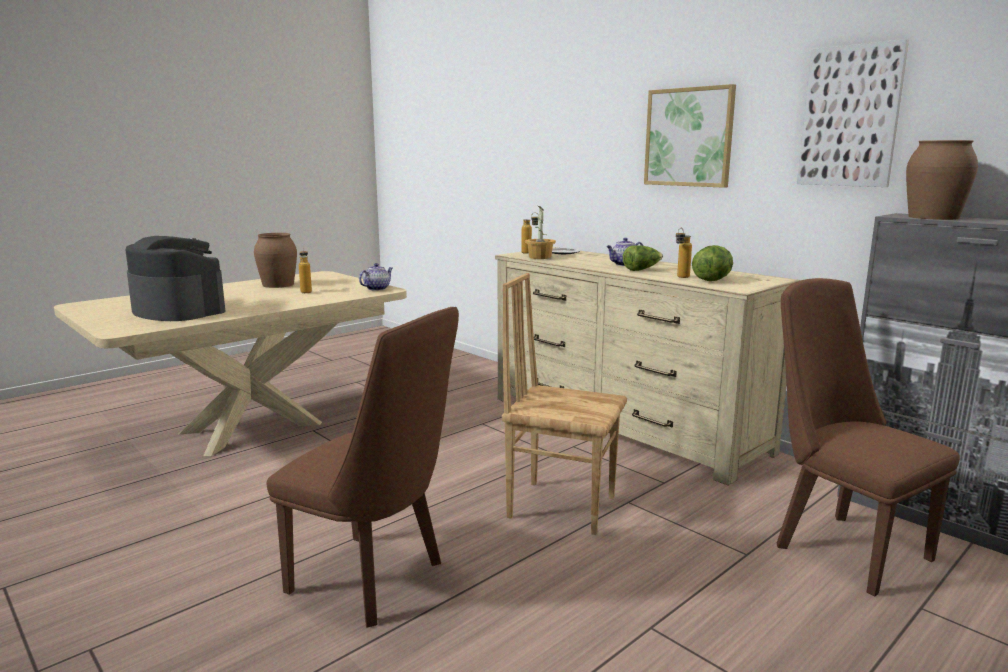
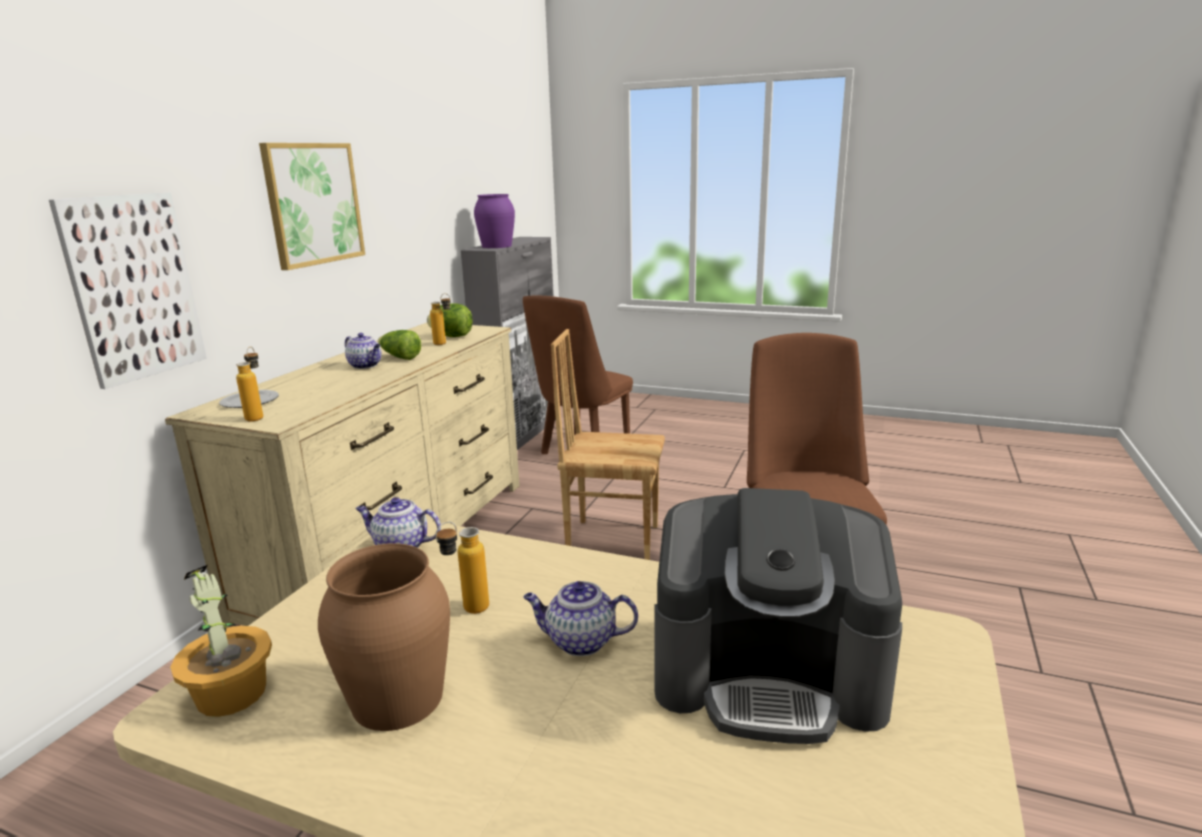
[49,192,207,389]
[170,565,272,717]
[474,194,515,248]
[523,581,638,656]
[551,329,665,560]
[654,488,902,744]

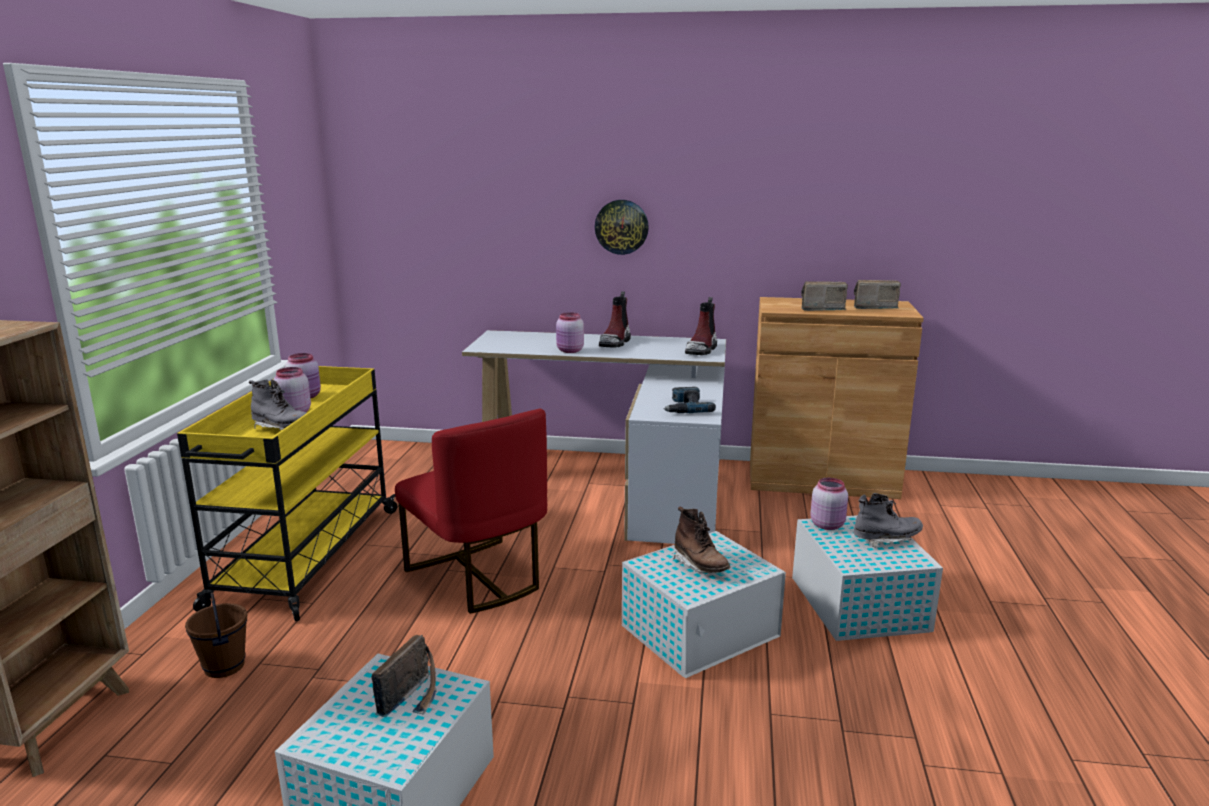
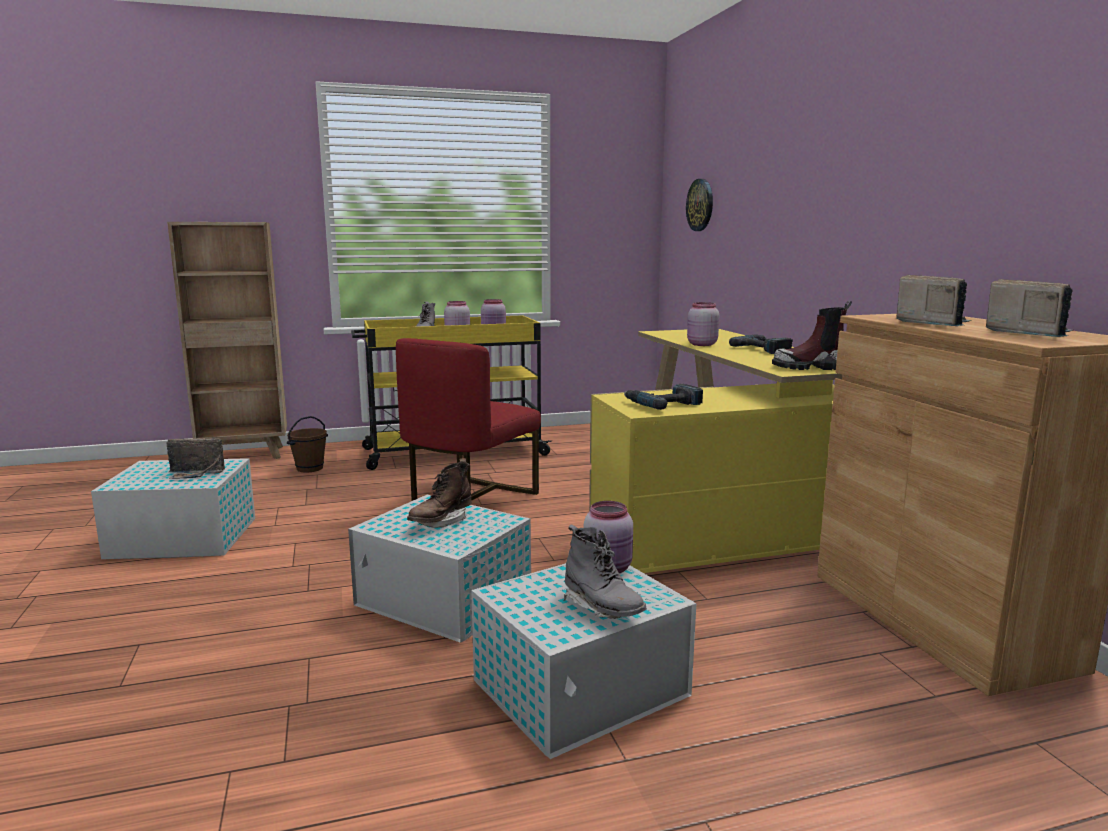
[589,329,842,573]
[686,179,713,231]
[729,334,793,354]

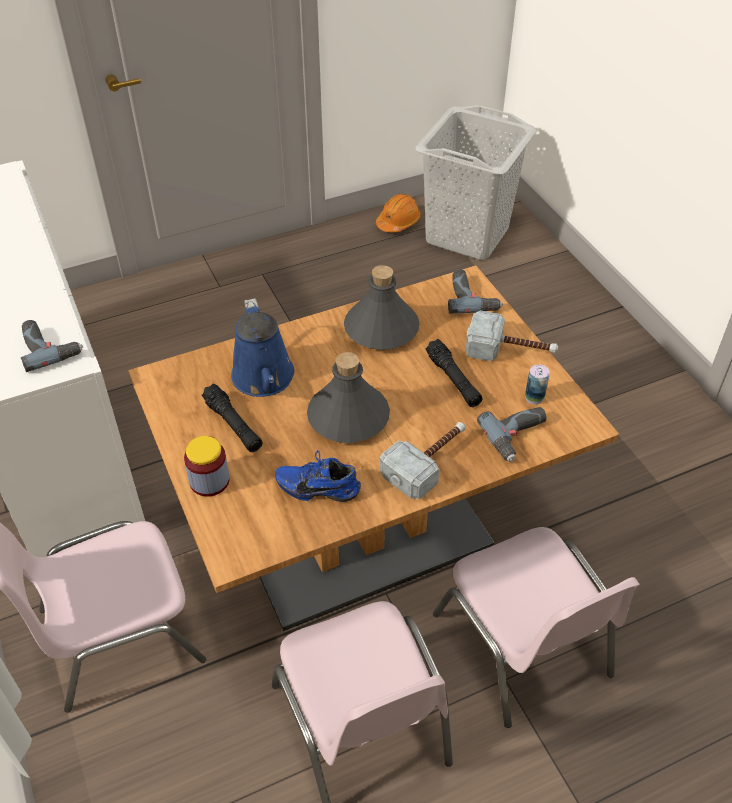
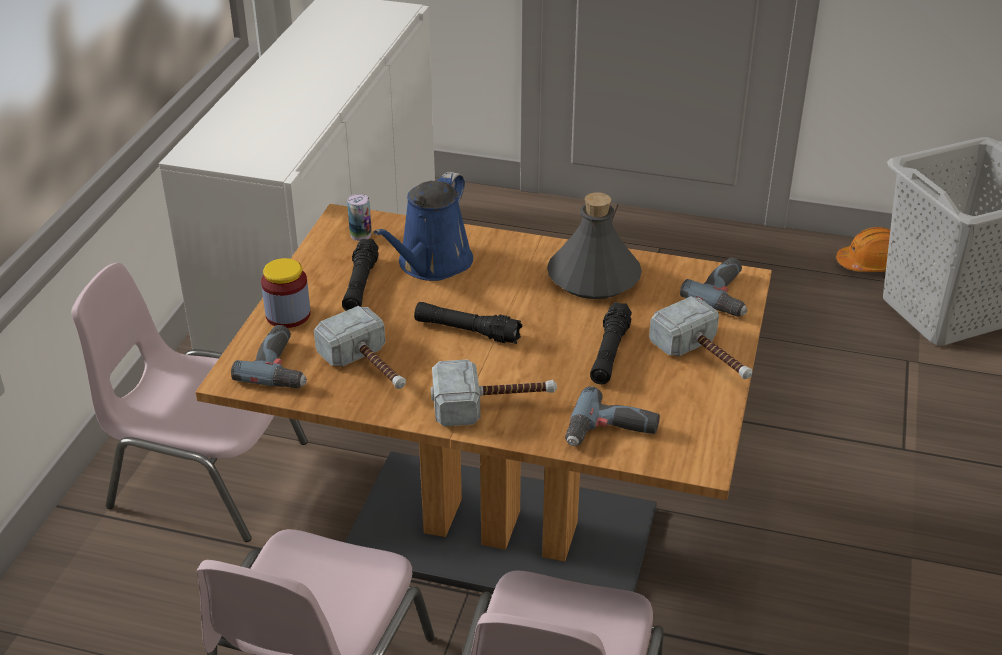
[231,325,307,388]
[314,306,406,389]
[347,194,372,241]
[414,302,523,344]

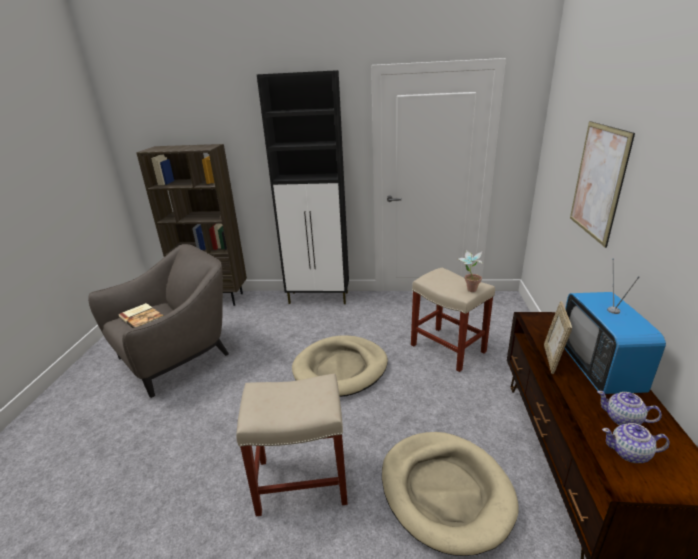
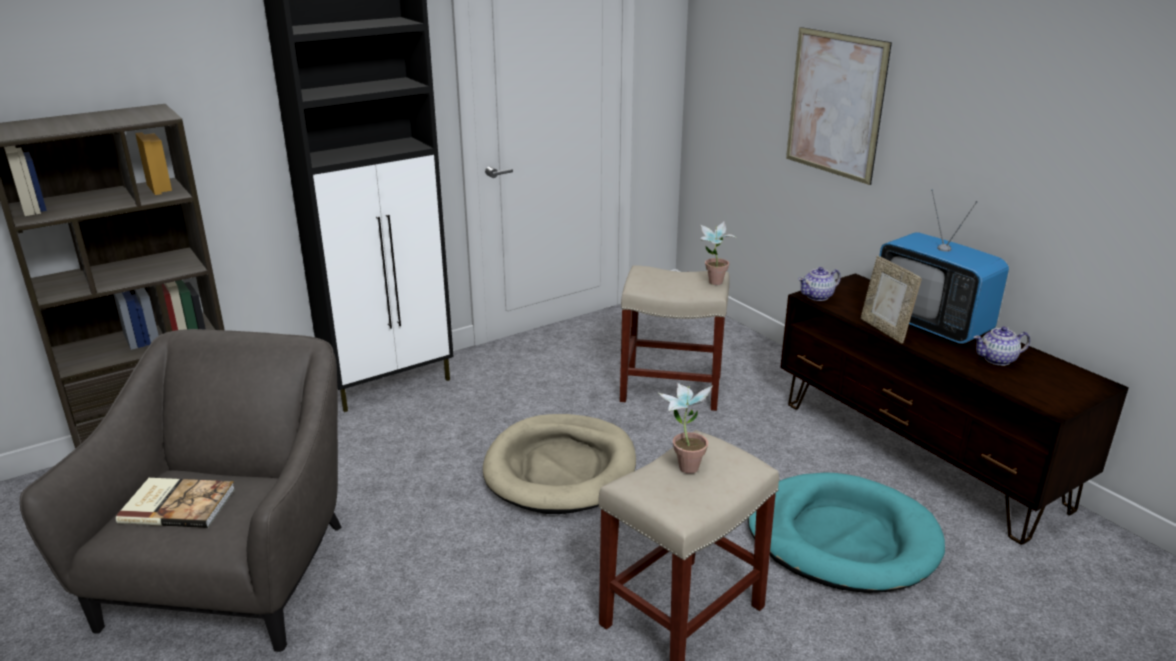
[657,383,713,474]
[748,473,945,593]
[798,267,841,301]

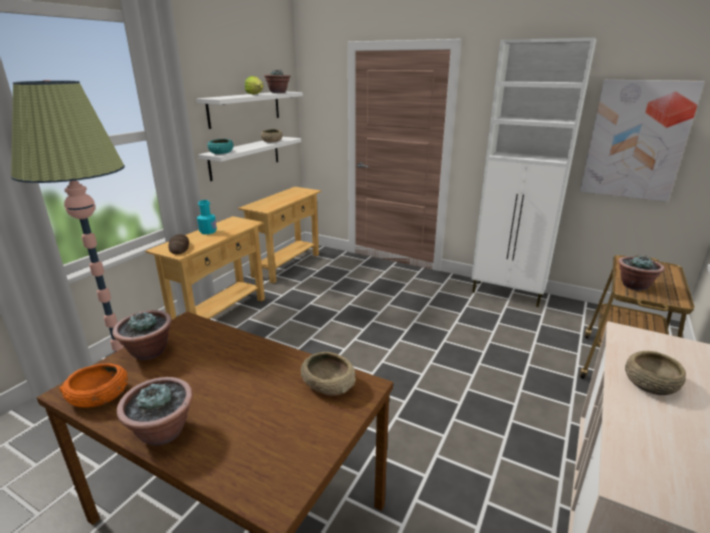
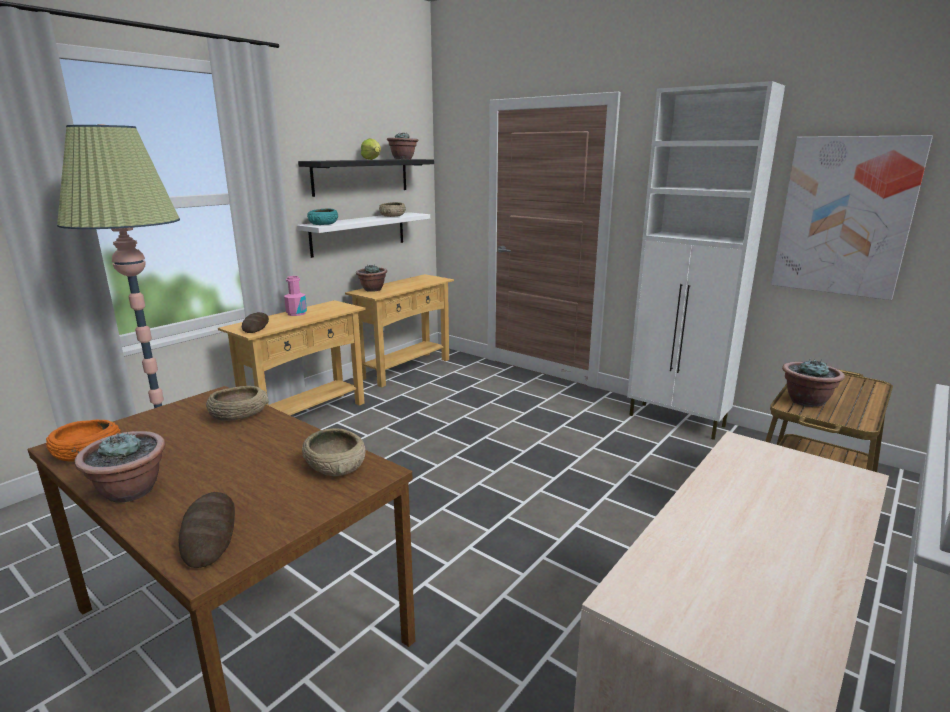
[179,492,235,568]
[206,386,269,421]
[284,276,307,316]
[298,159,434,197]
[356,264,387,292]

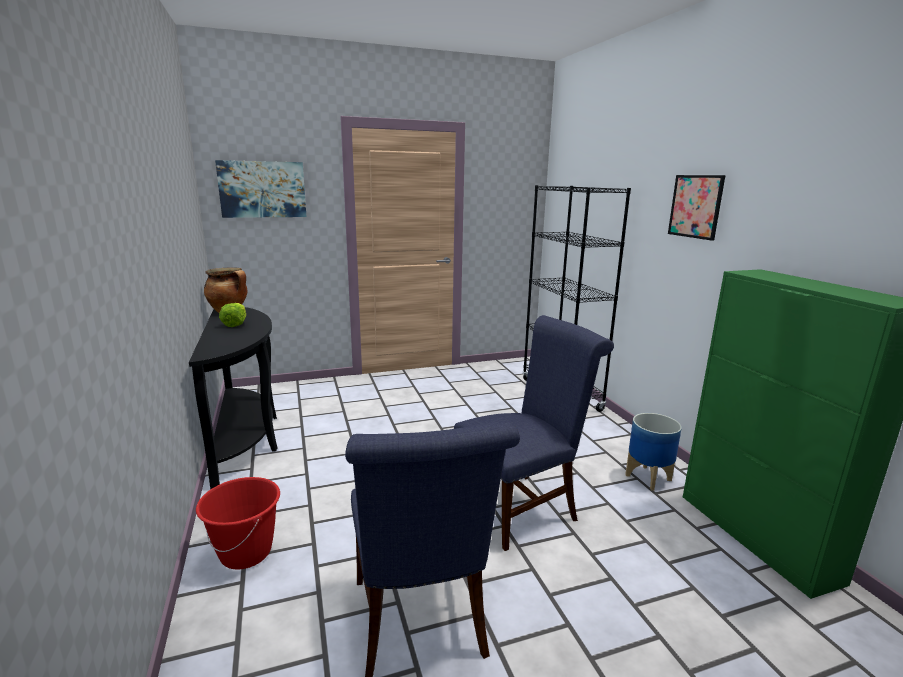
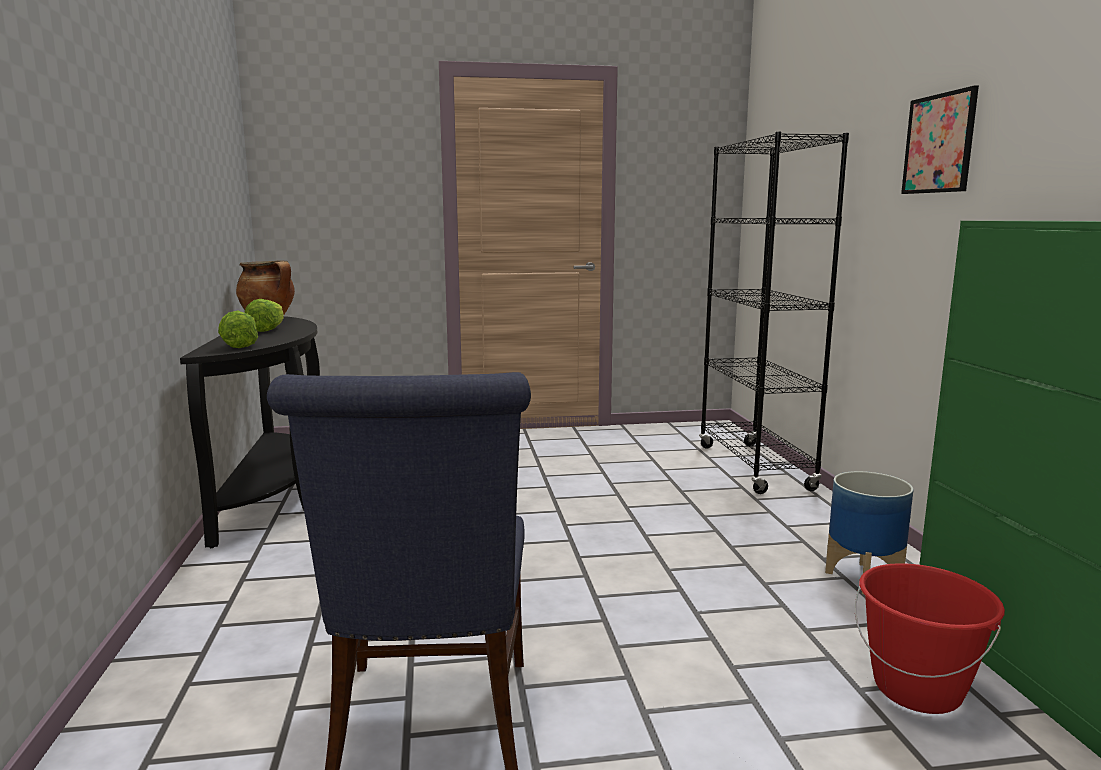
[218,311,258,348]
[855,563,1005,714]
[215,160,306,218] (first image)
[454,315,614,551] (first image)

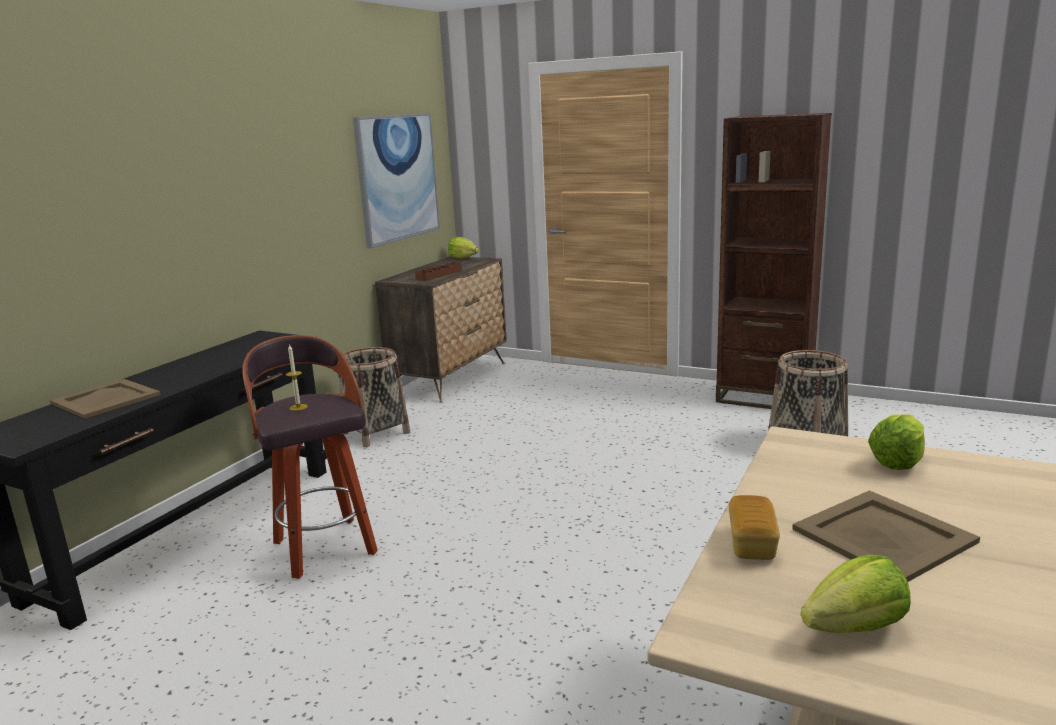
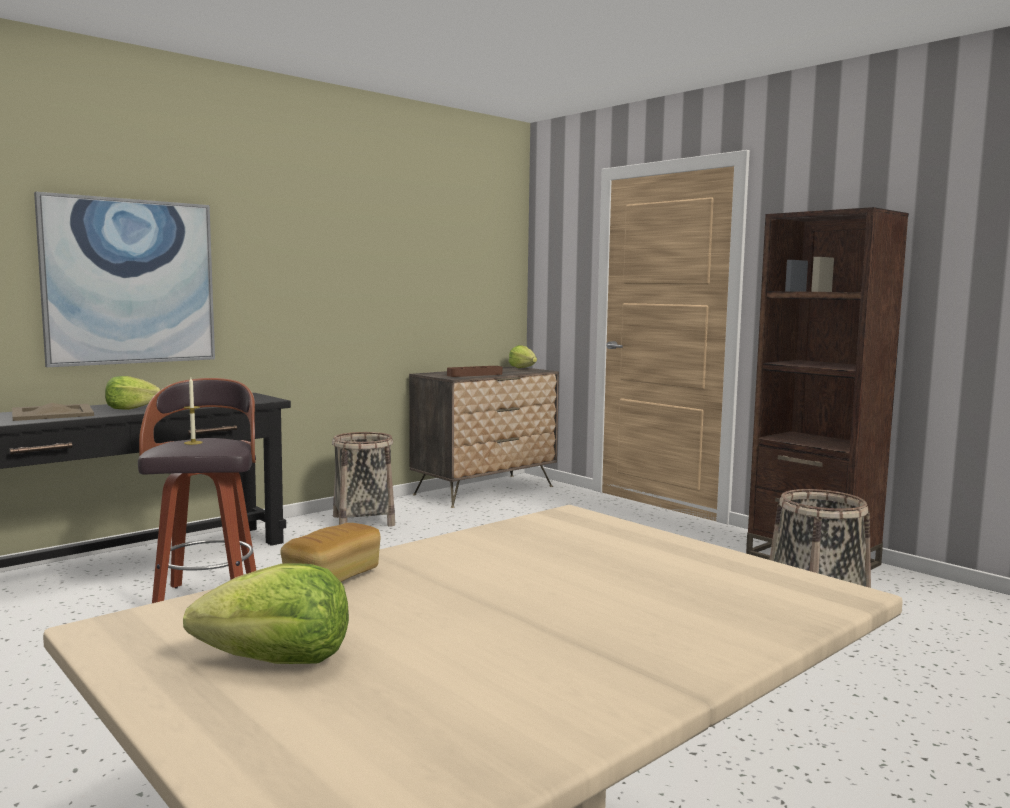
[34,192,215,367]
[105,376,161,410]
[792,490,980,582] (first image)

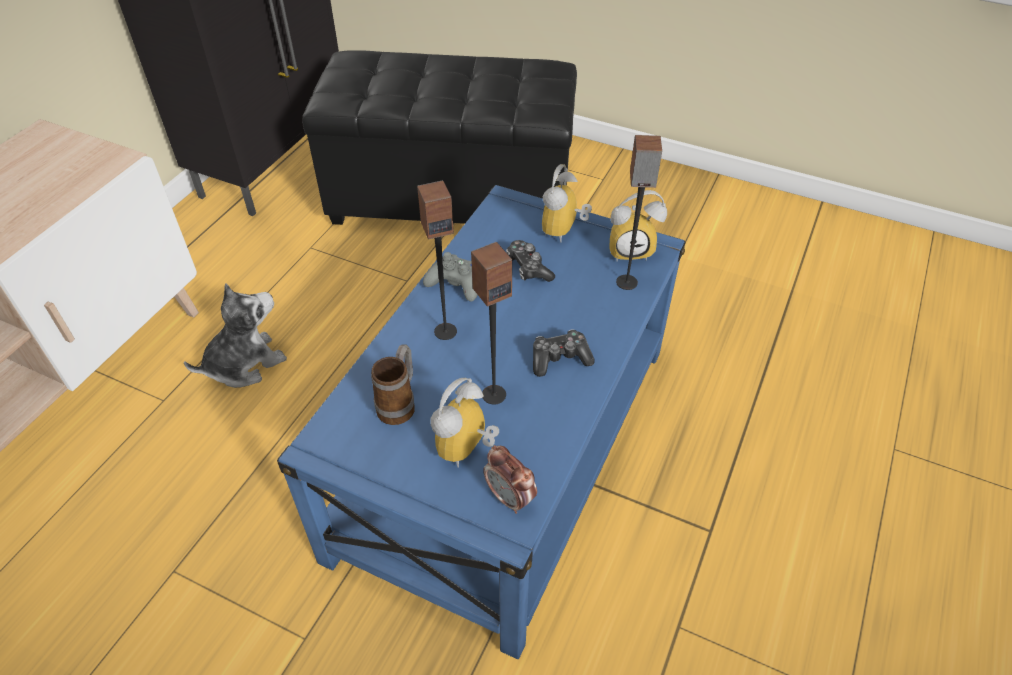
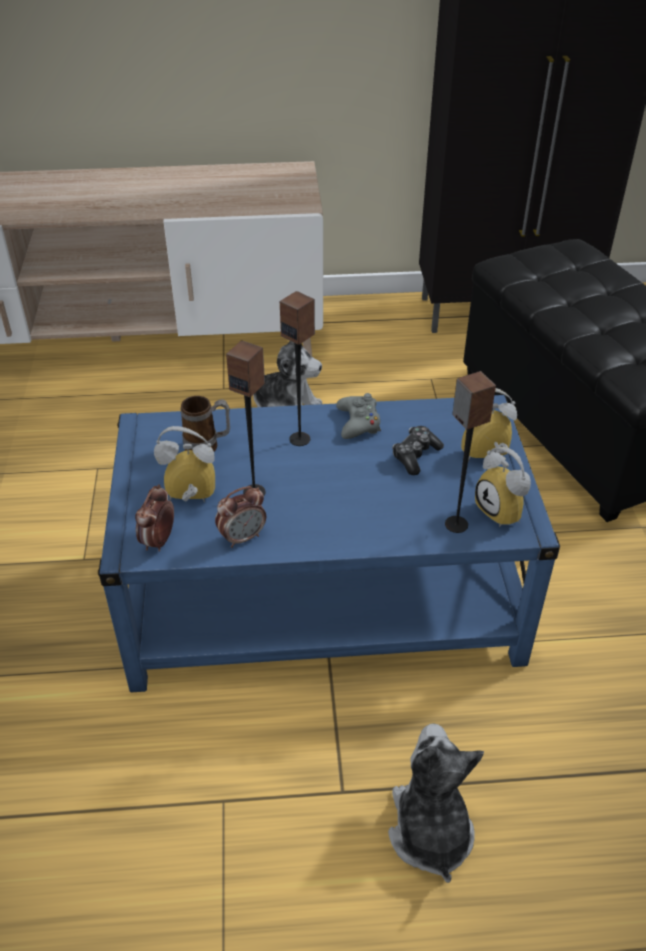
[215,486,266,548]
[388,724,484,883]
[533,329,595,377] (first image)

